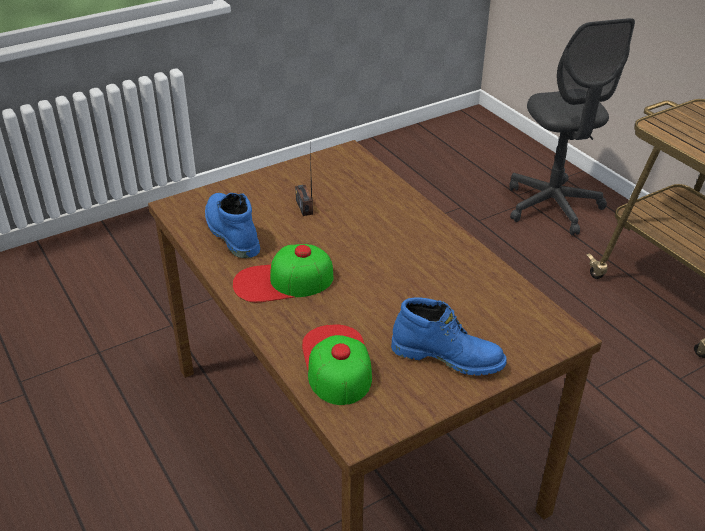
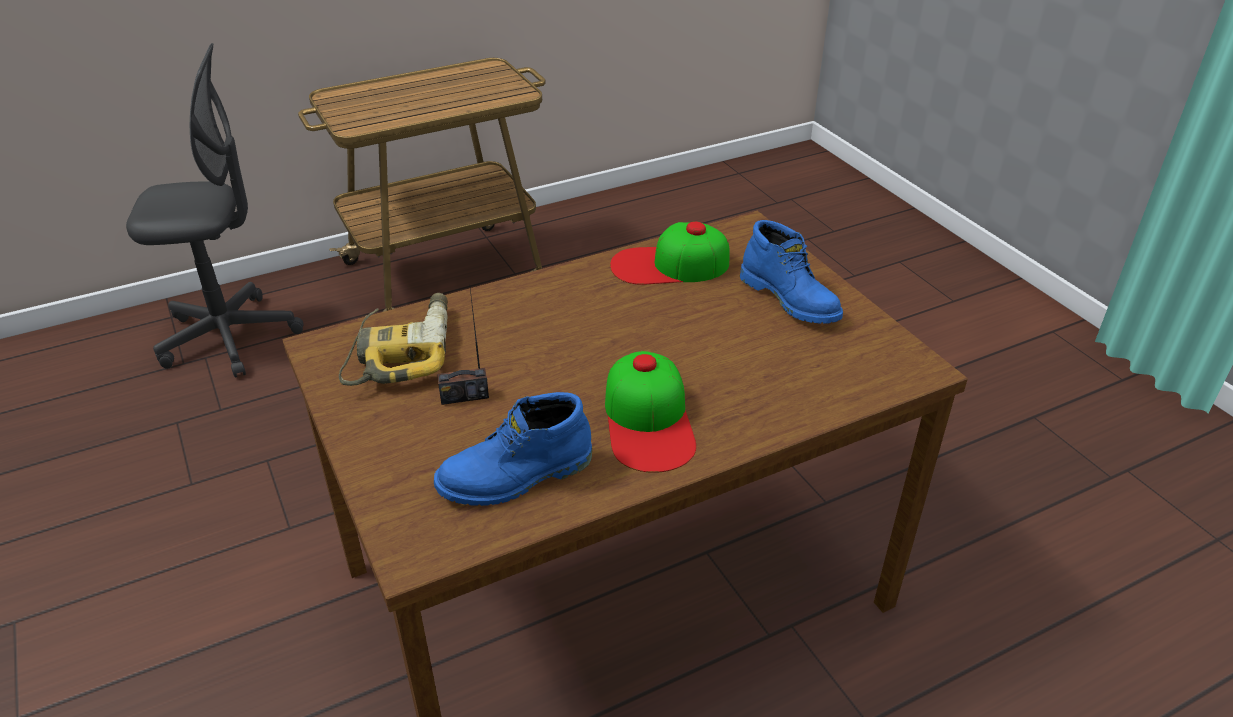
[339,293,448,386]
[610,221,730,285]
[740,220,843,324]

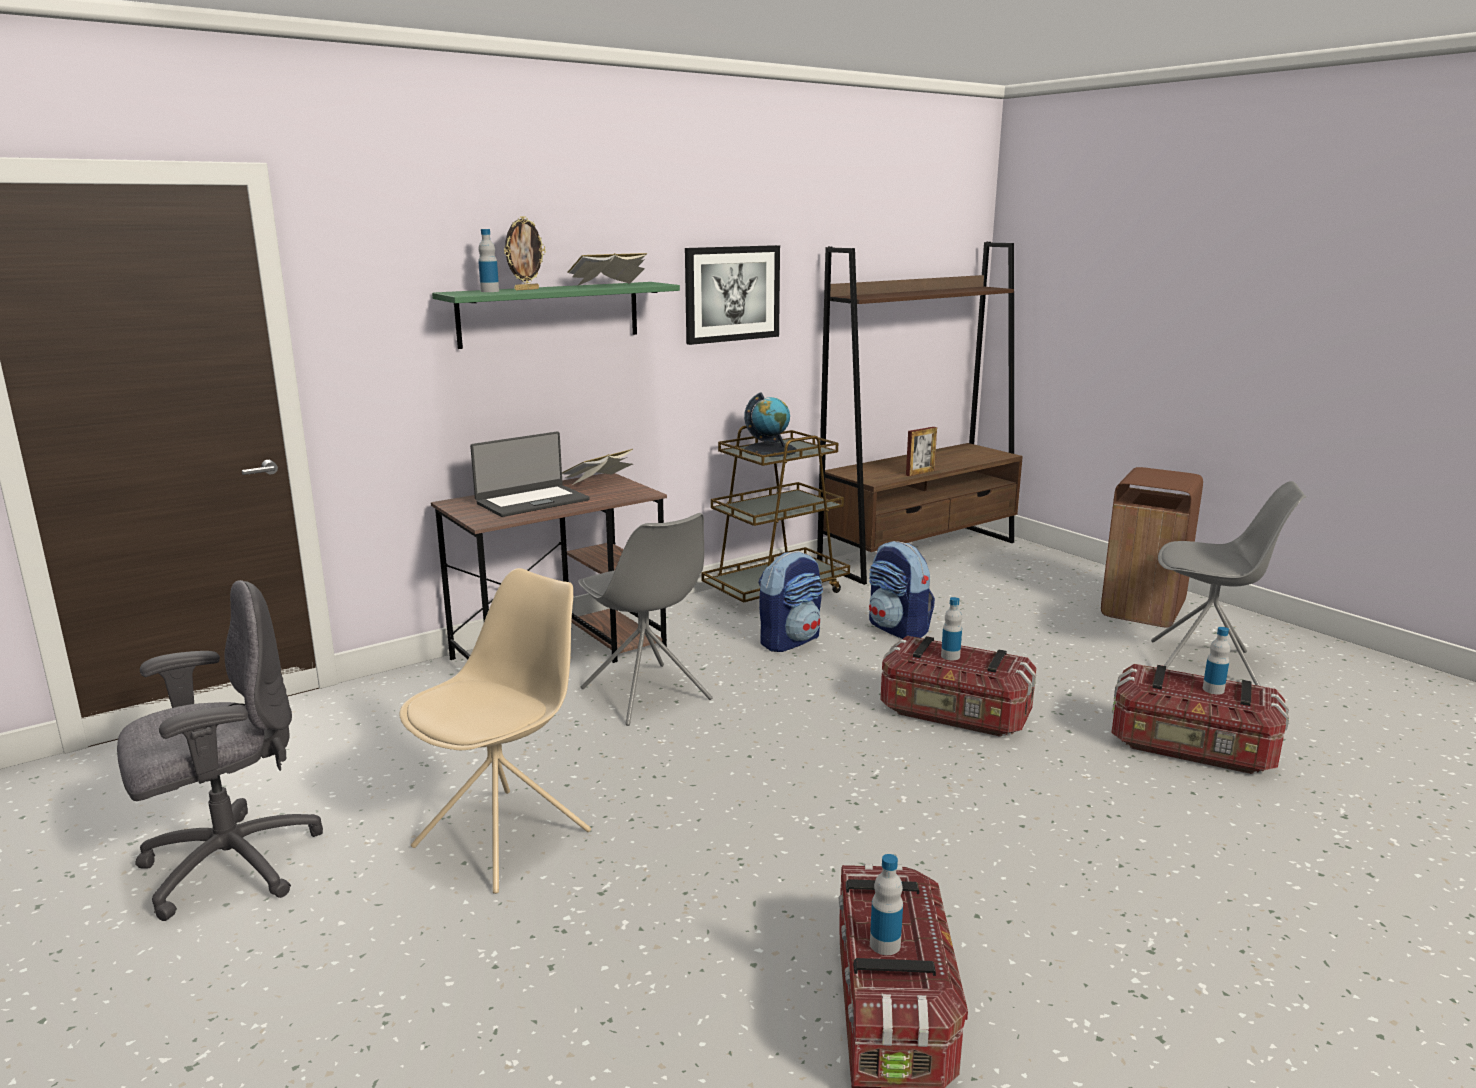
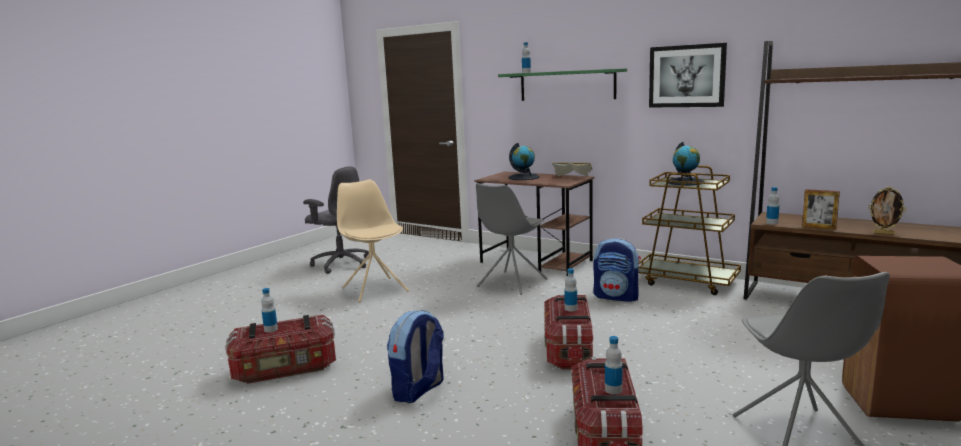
[337,179,409,303]
[387,310,444,403]
[508,143,540,180]
[766,187,779,225]
[868,186,906,234]
[567,253,647,286] (first image)

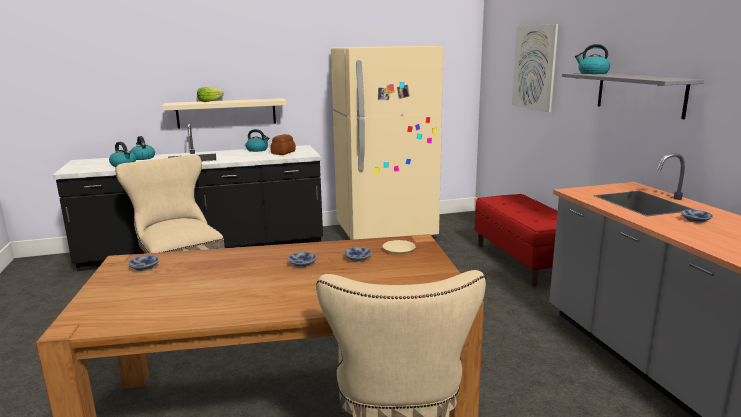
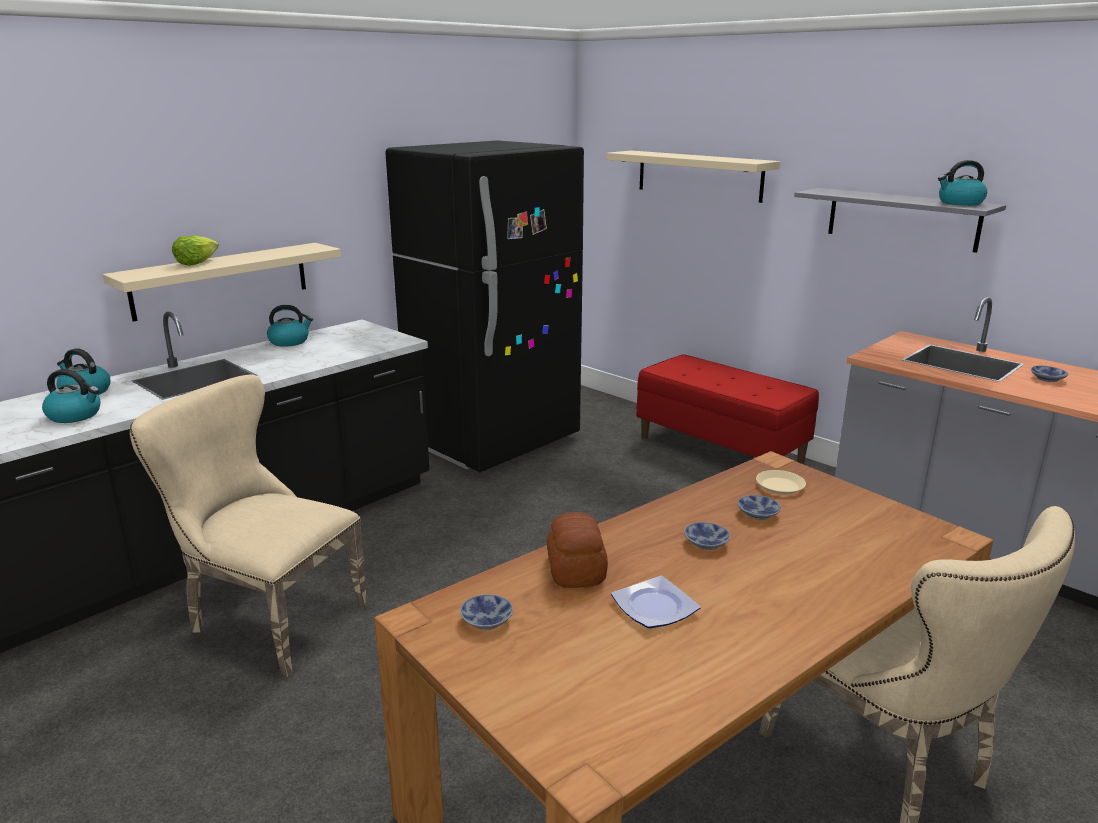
[385,140,584,472]
[547,512,608,588]
[606,151,780,203]
[611,576,701,628]
[938,160,987,206]

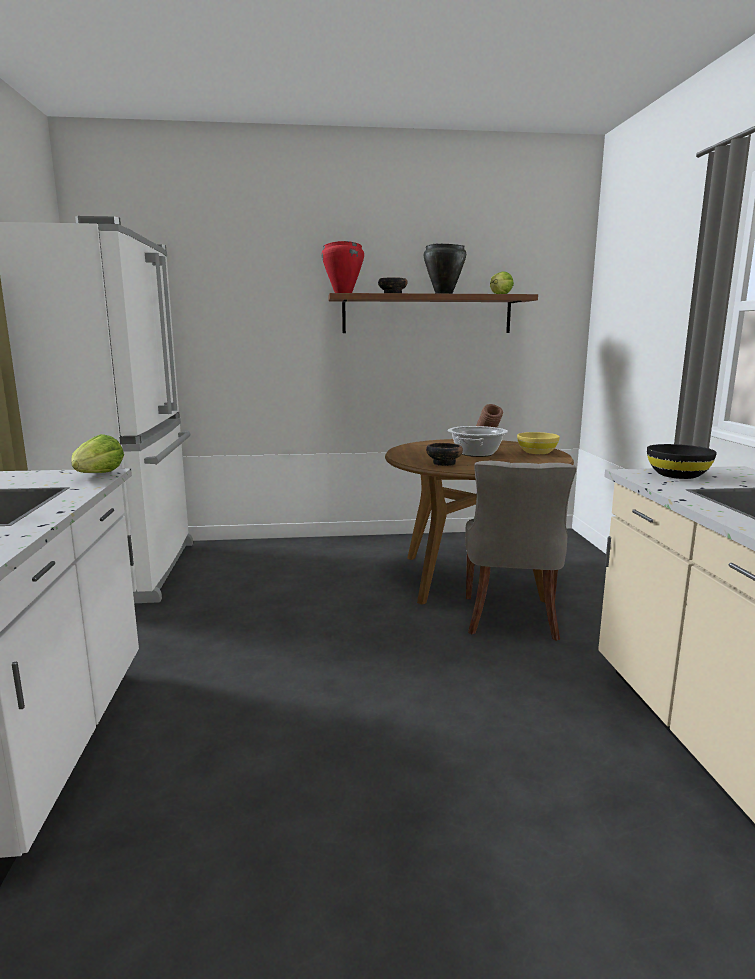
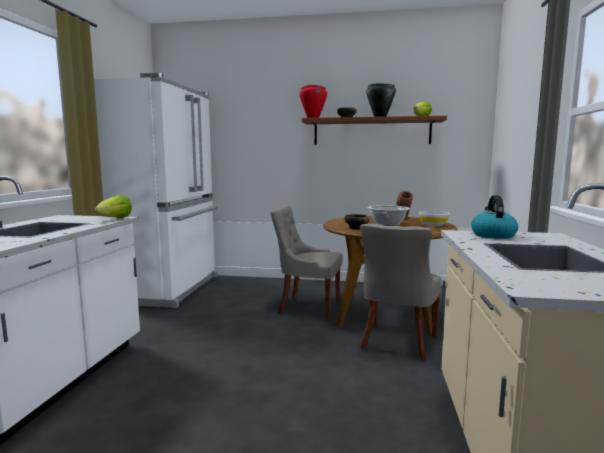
[270,205,343,320]
[419,211,450,226]
[471,195,518,239]

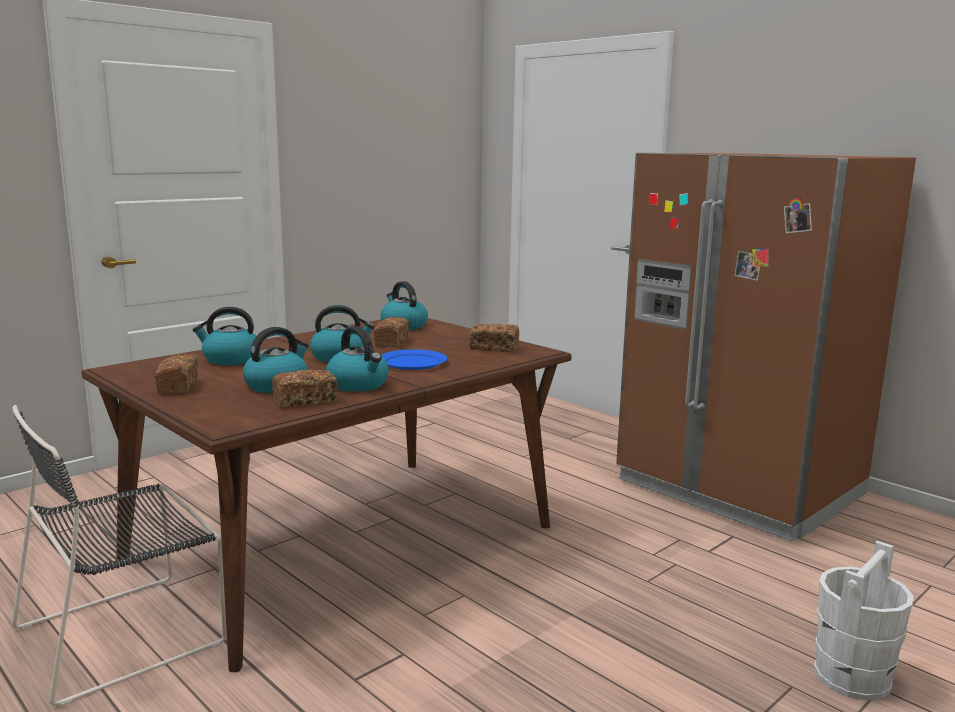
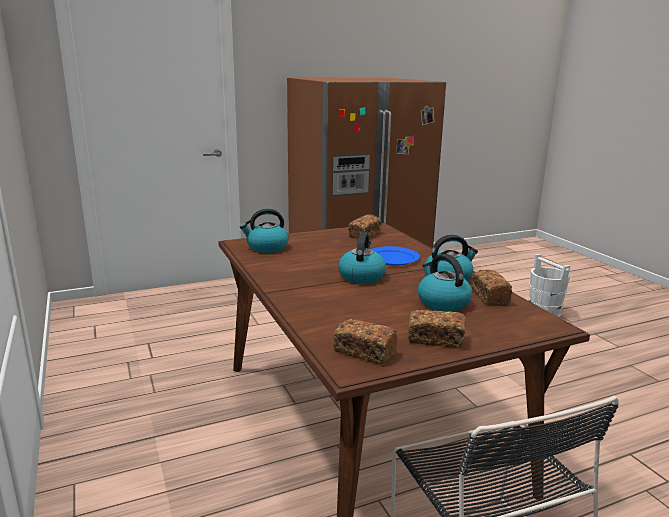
[333,319,397,364]
[192,307,261,365] (first image)

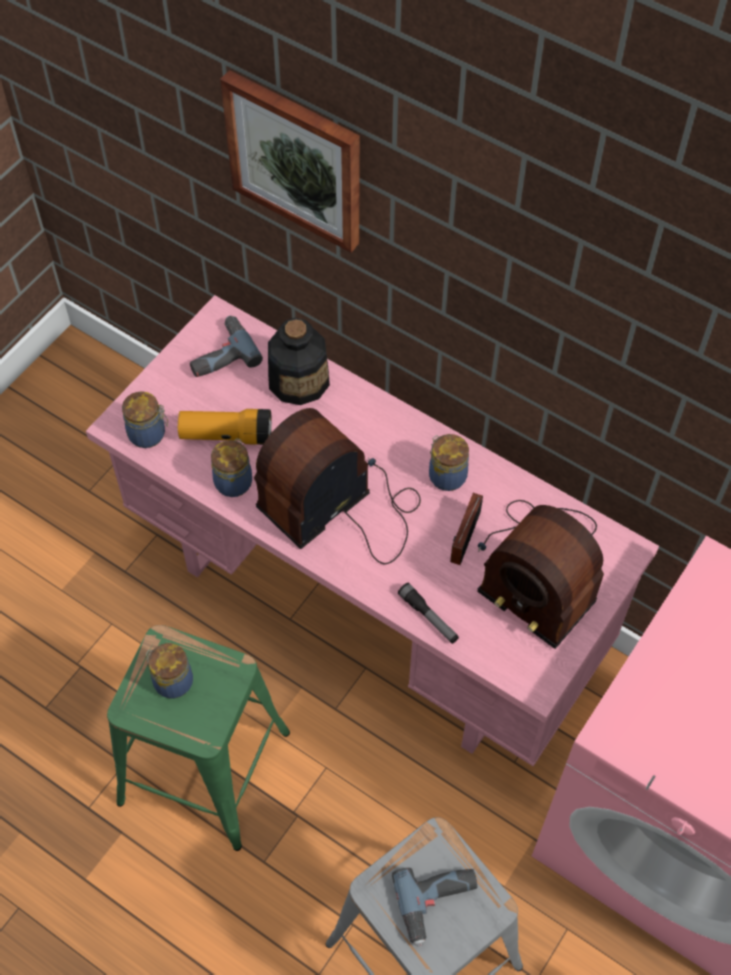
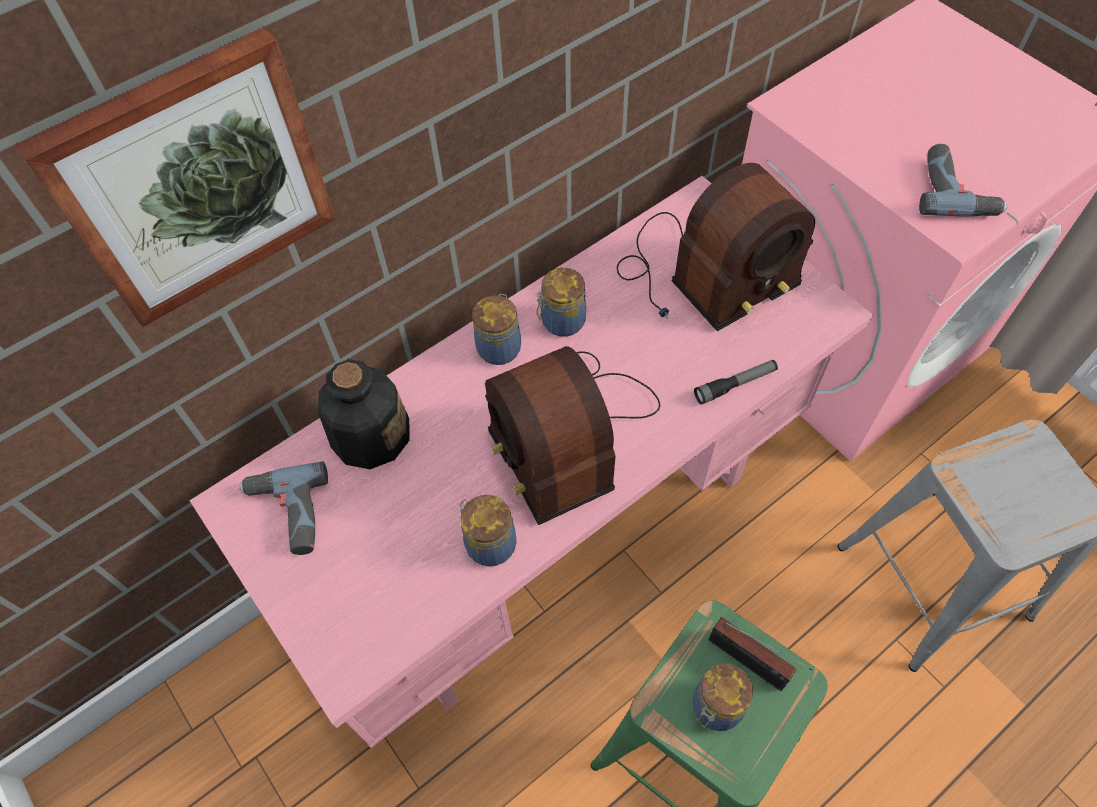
[472,294,521,365]
[708,617,813,691]
[919,144,1008,217]
[178,409,272,445] (first image)

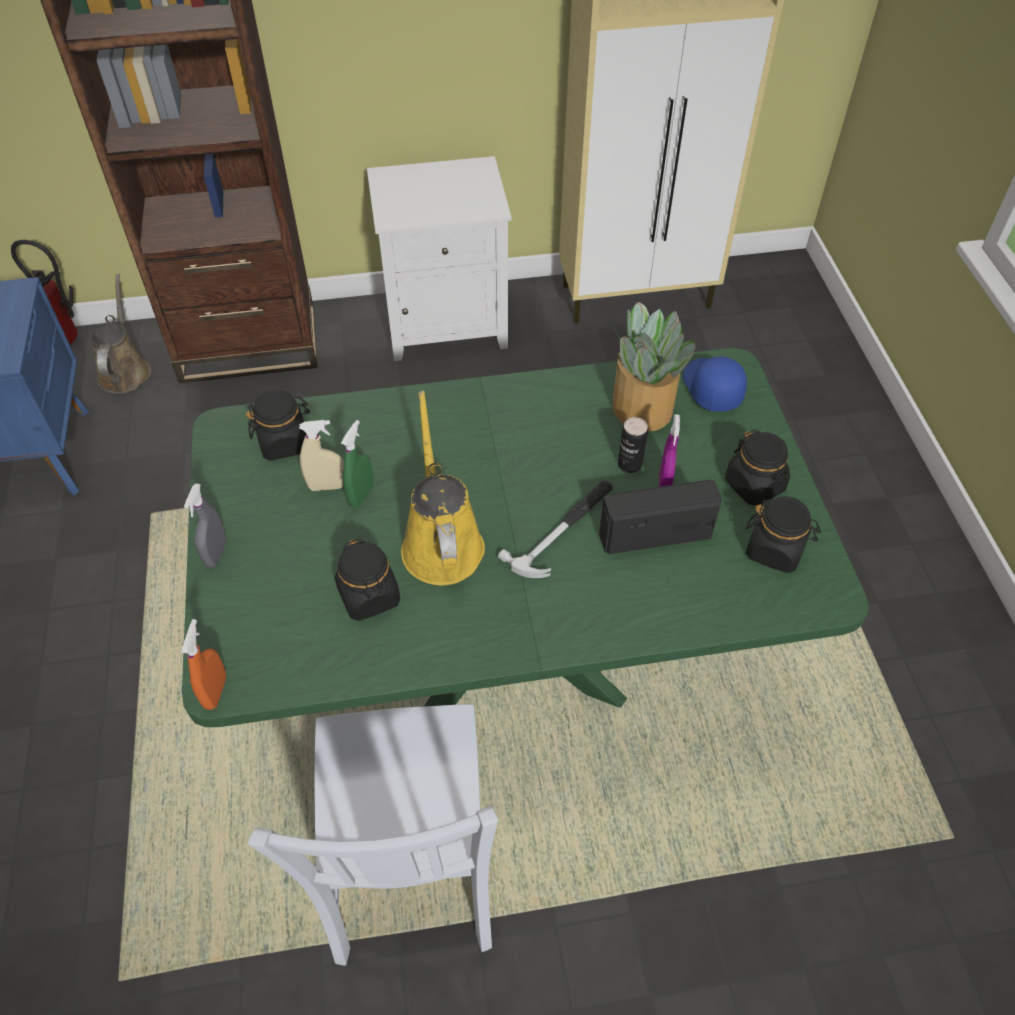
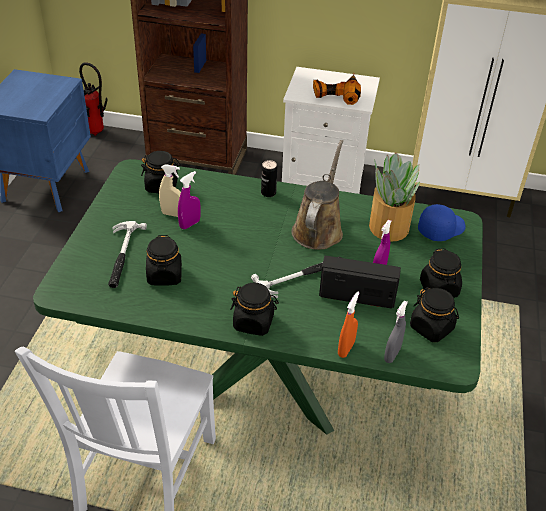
[108,221,147,288]
[178,171,201,229]
[230,283,279,336]
[261,160,277,197]
[291,140,343,250]
[313,73,361,105]
[338,292,359,358]
[384,301,408,363]
[418,204,466,241]
[401,391,485,585] (first image)

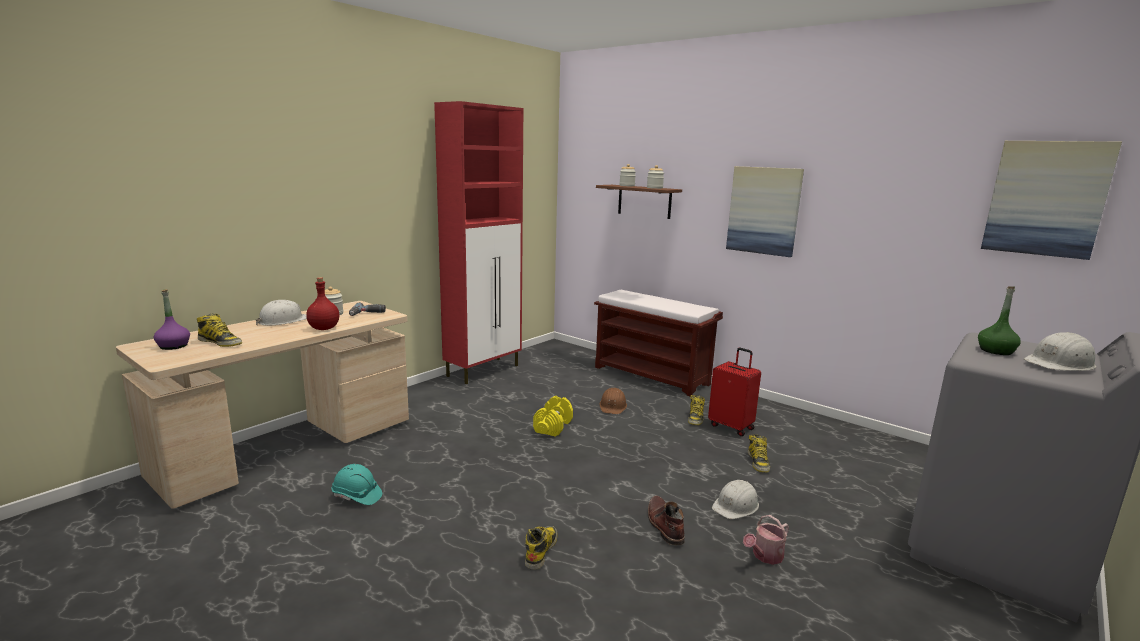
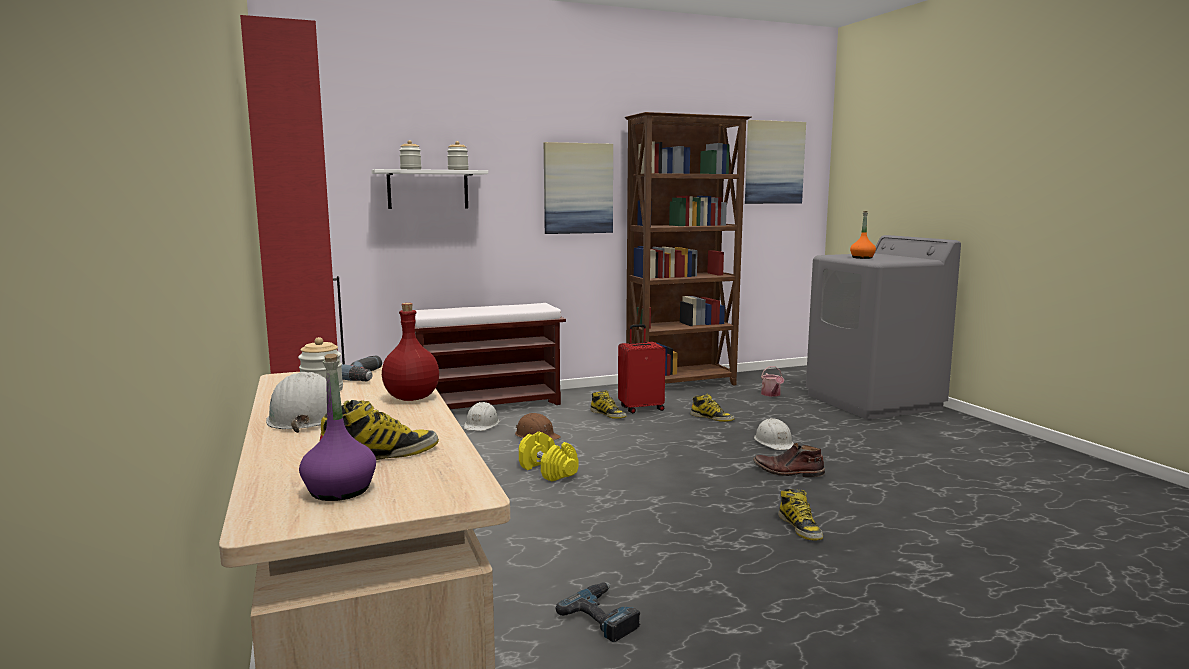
[371,169,488,209]
[464,402,499,431]
[556,582,641,642]
[624,112,751,386]
[761,366,784,397]
[778,489,823,541]
[850,211,876,259]

